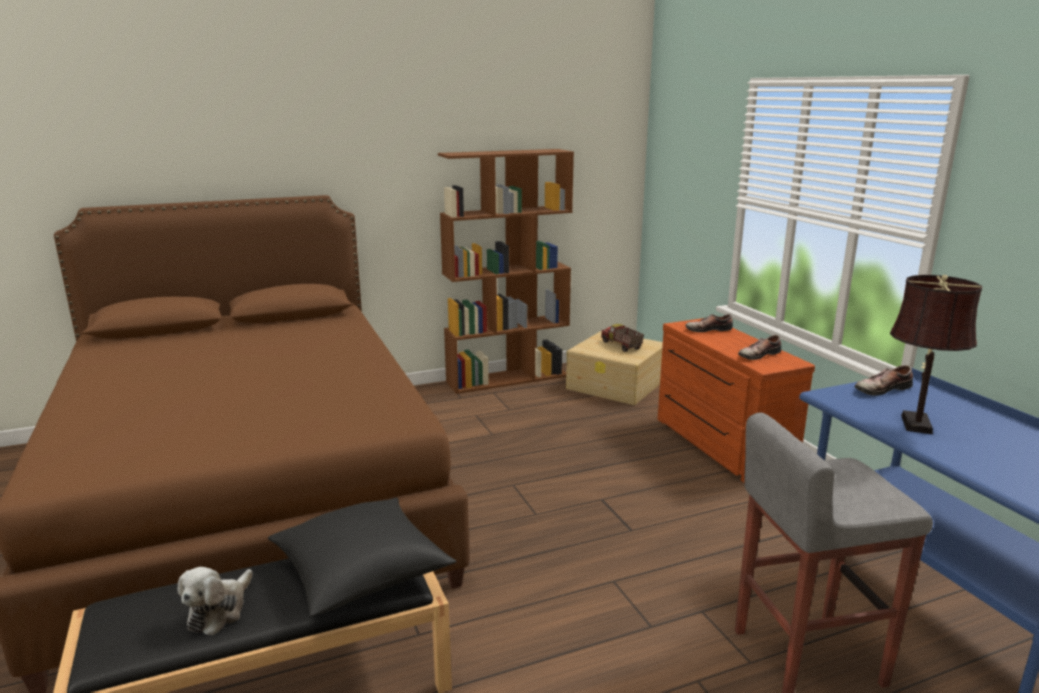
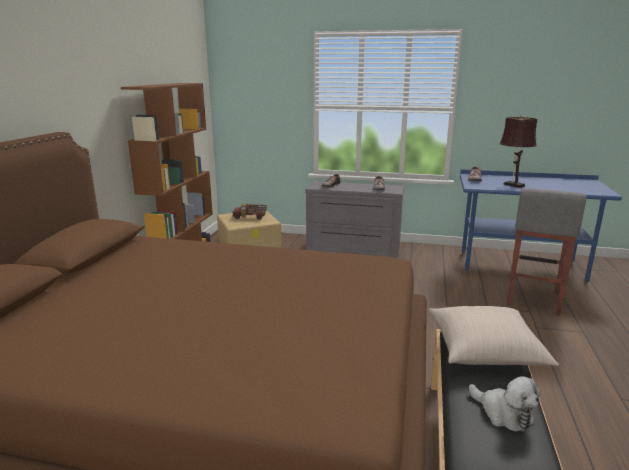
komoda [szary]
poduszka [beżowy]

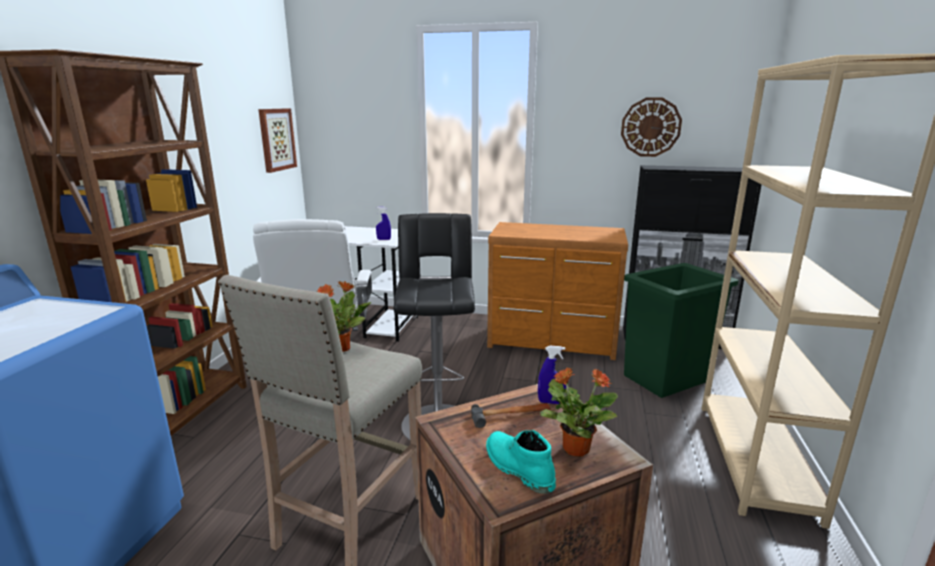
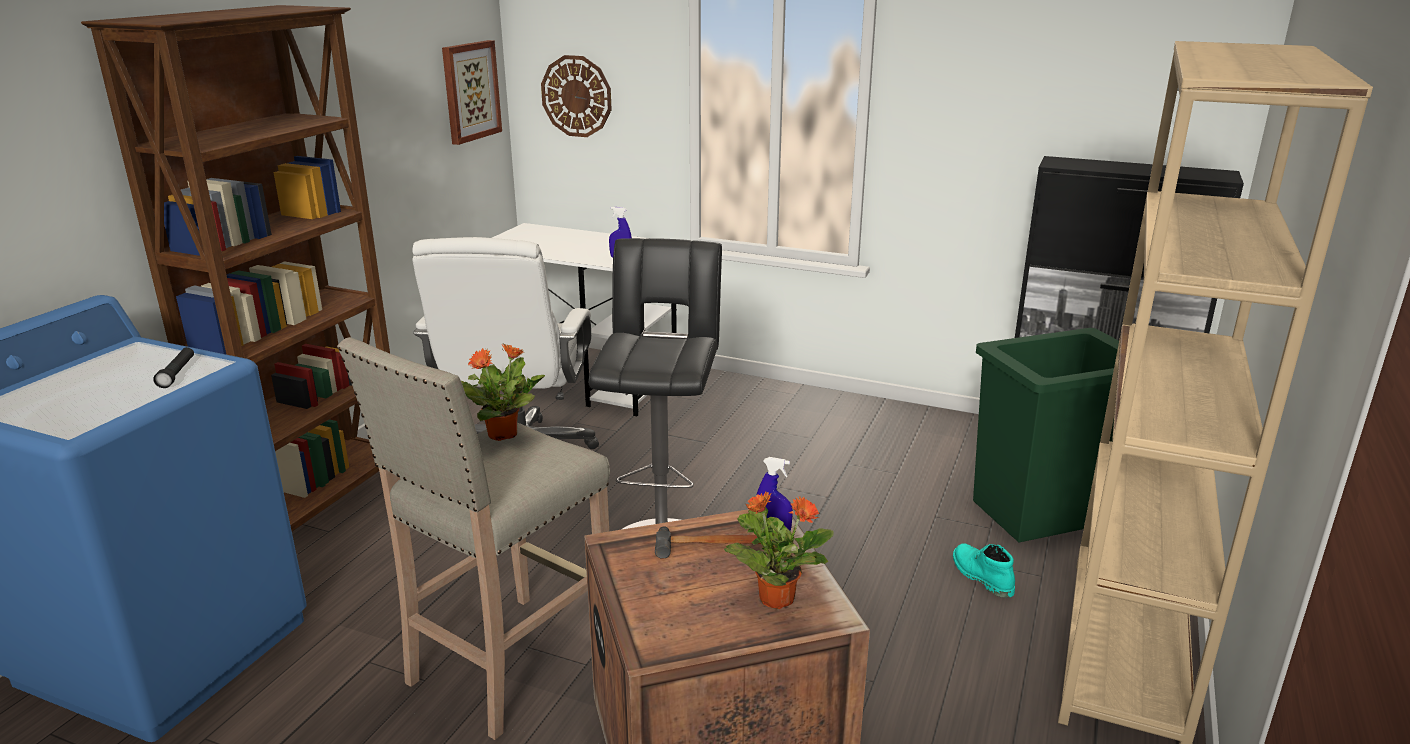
zegar ścienny
komoda [brązowy]
but z cholewką [turkusowy]
latarka [czarny]

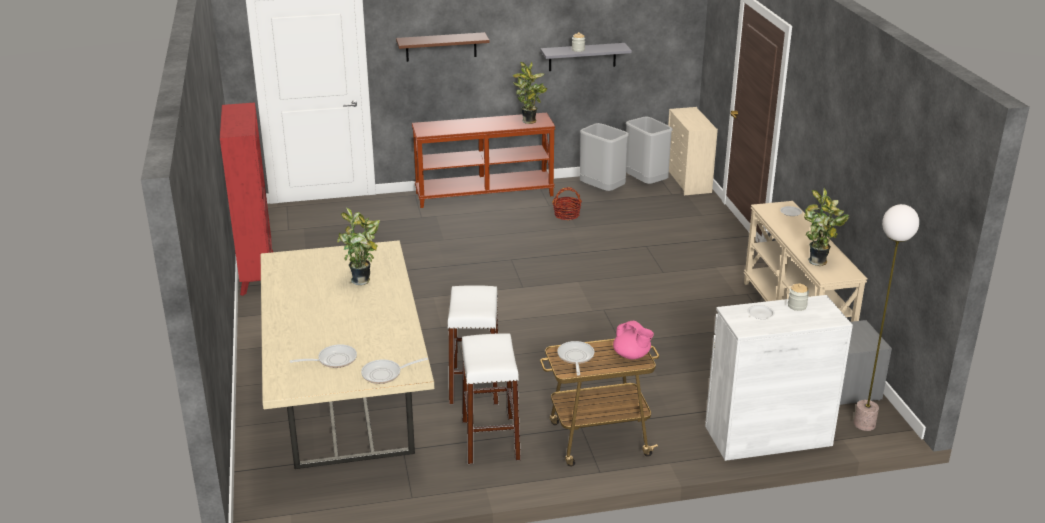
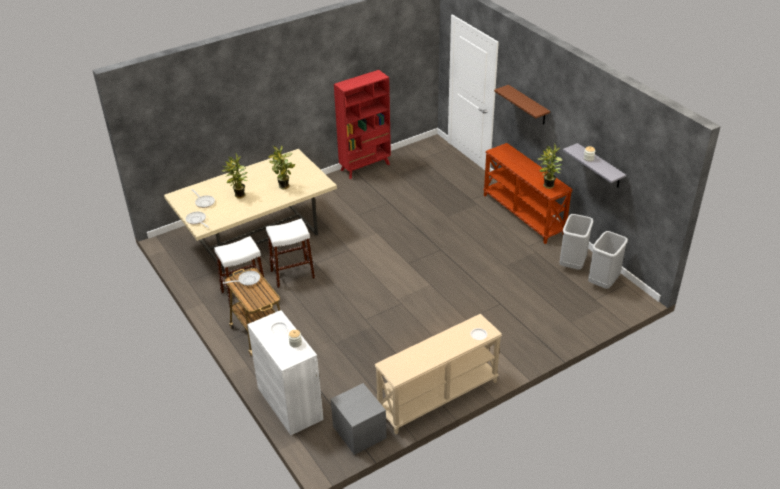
komoda [beżowy]
koszyk
roślina doniczkowa (no. 1 from left)
lampa stojąca
imbryk [różowy]

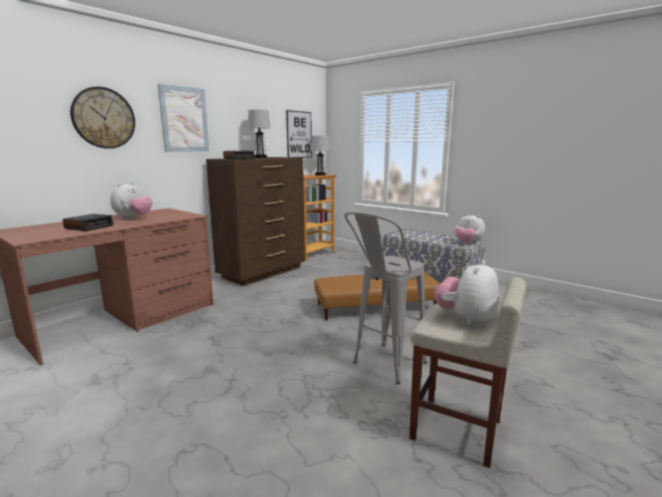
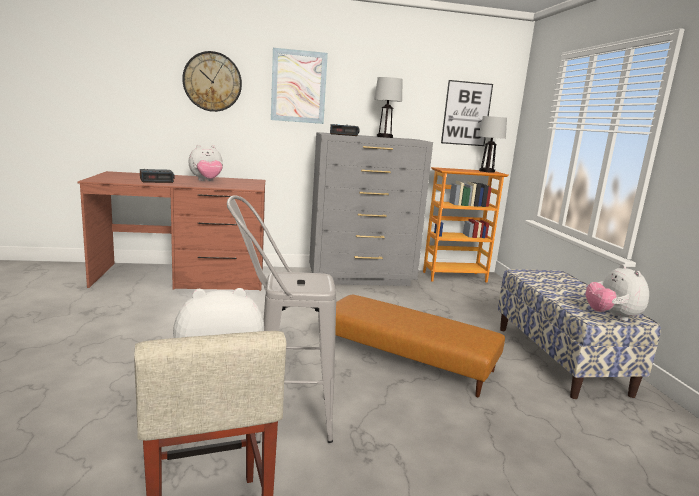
komoda [szary]

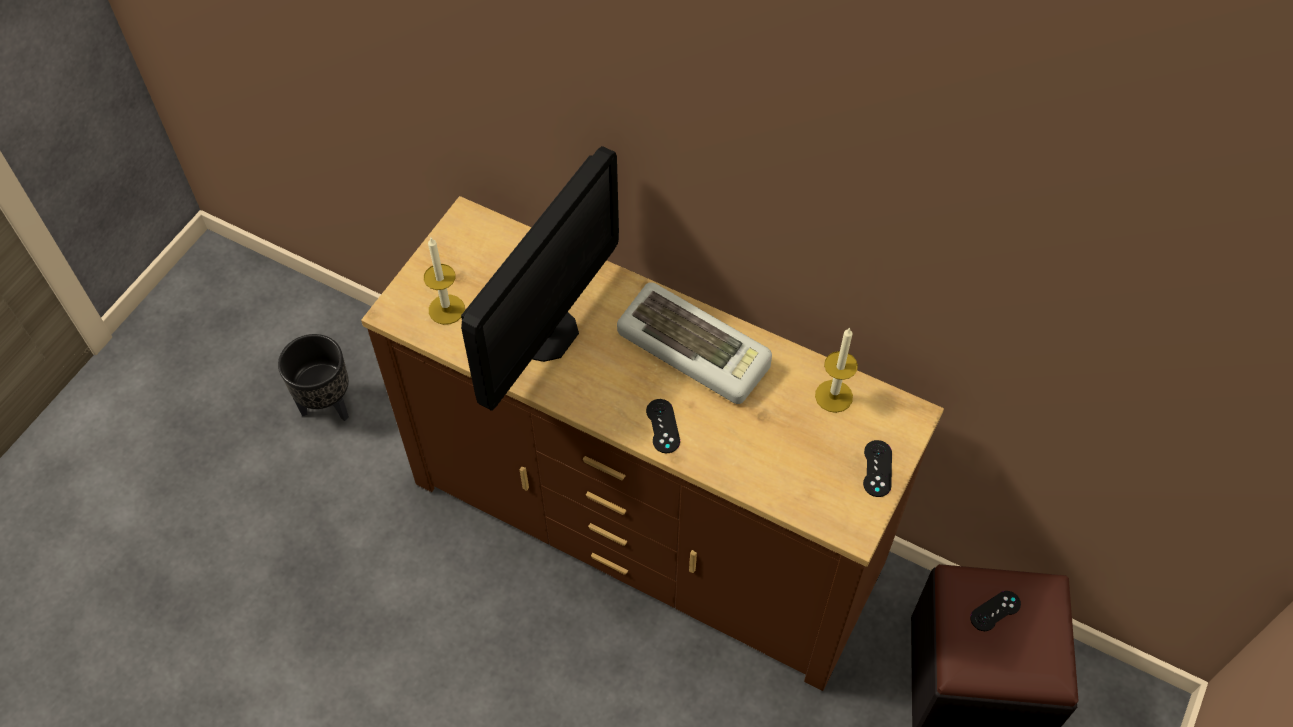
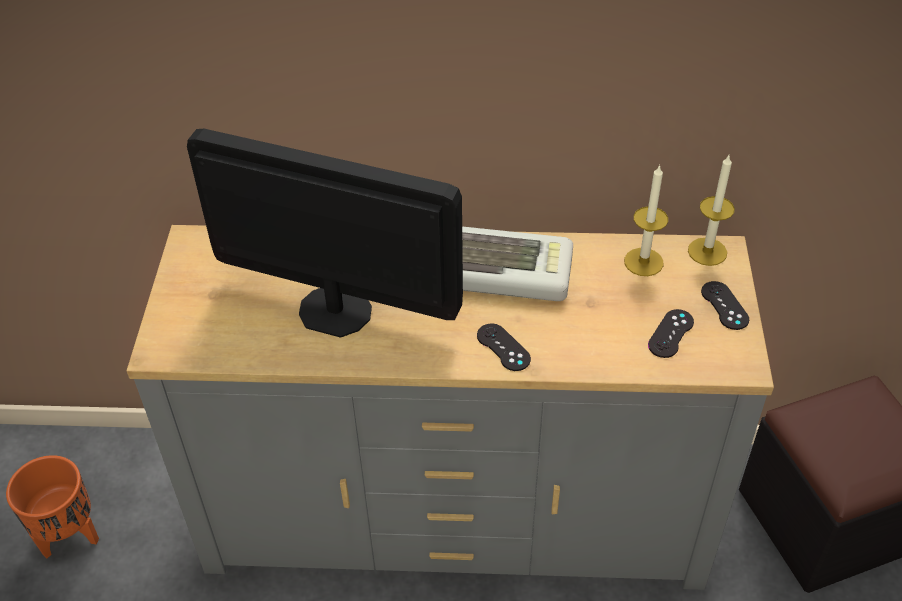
monitor
komoda [szary]
świeca (no. 2 from left)
donica [pomarańczowy]
pad do gier [czarny] (no. 2 from left)

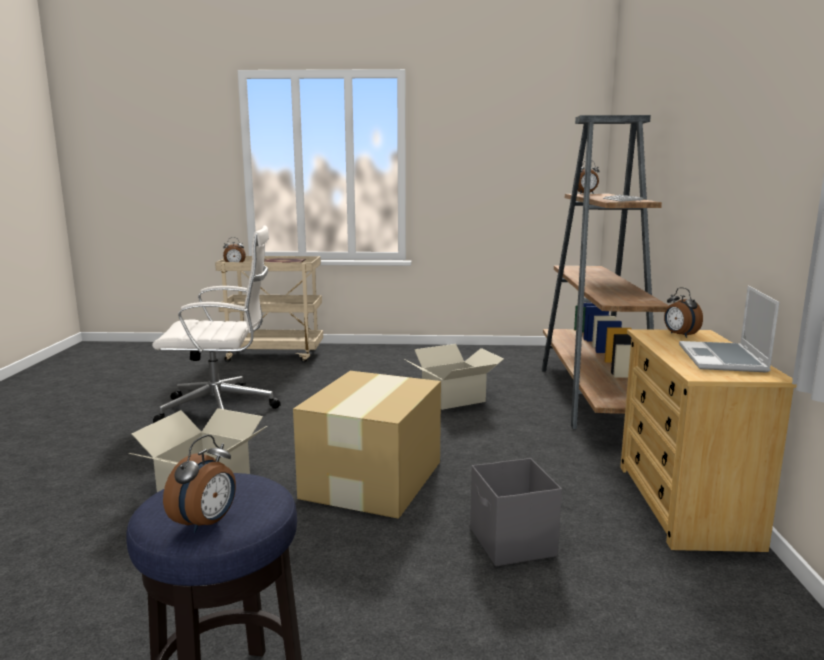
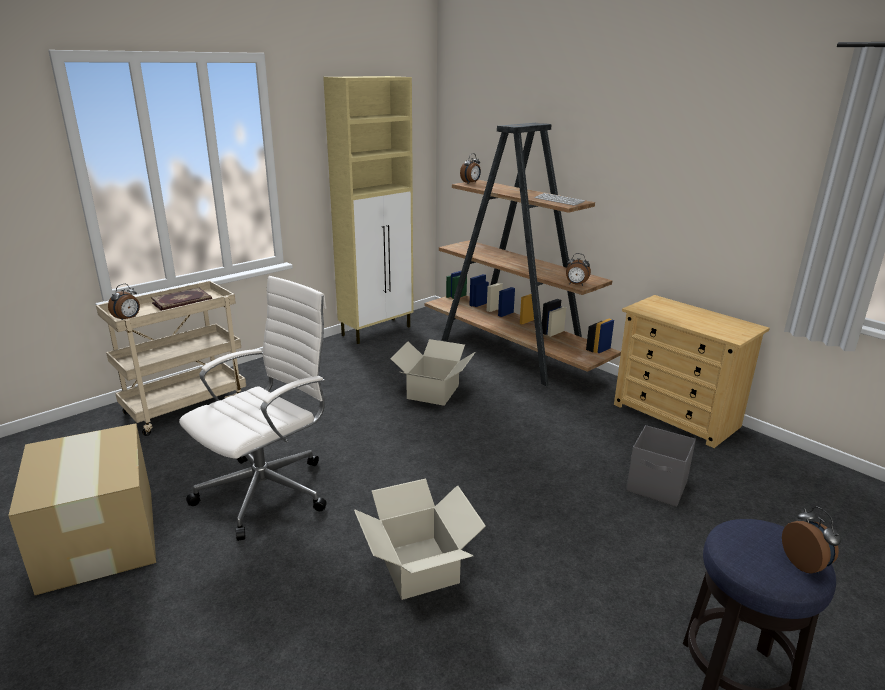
laptop
budzik (no. 3 from left)
karton (no. 1 from left)
szafka [beżowy]

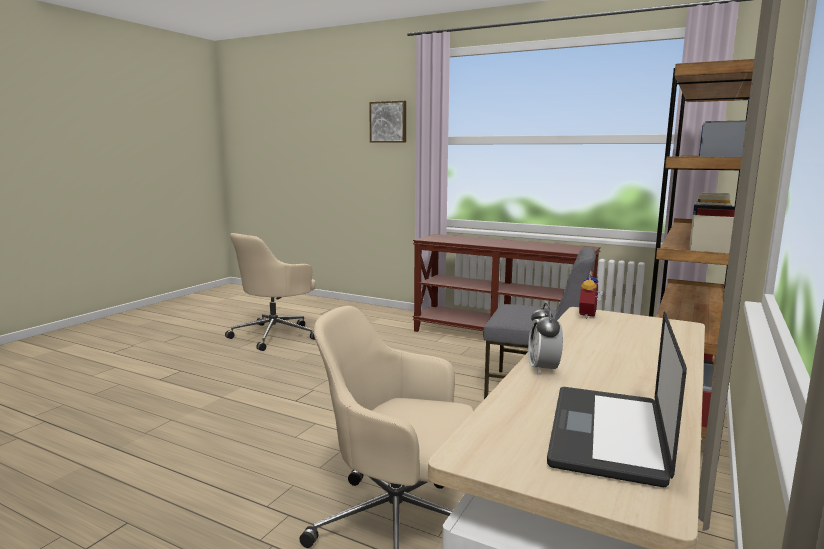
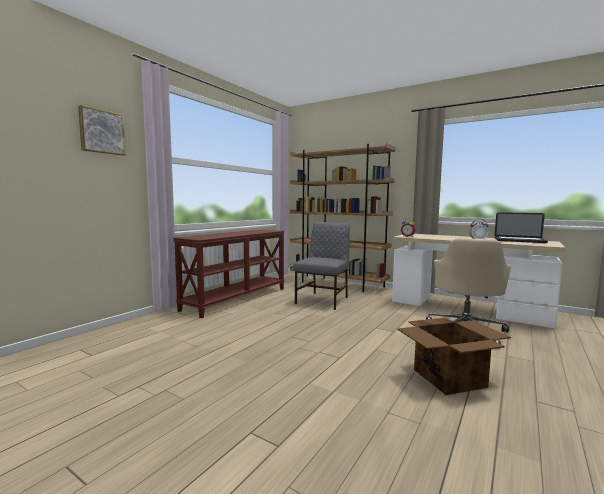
krzesło biurowe [beżowy] (no. 1 from left in the first image)
karton

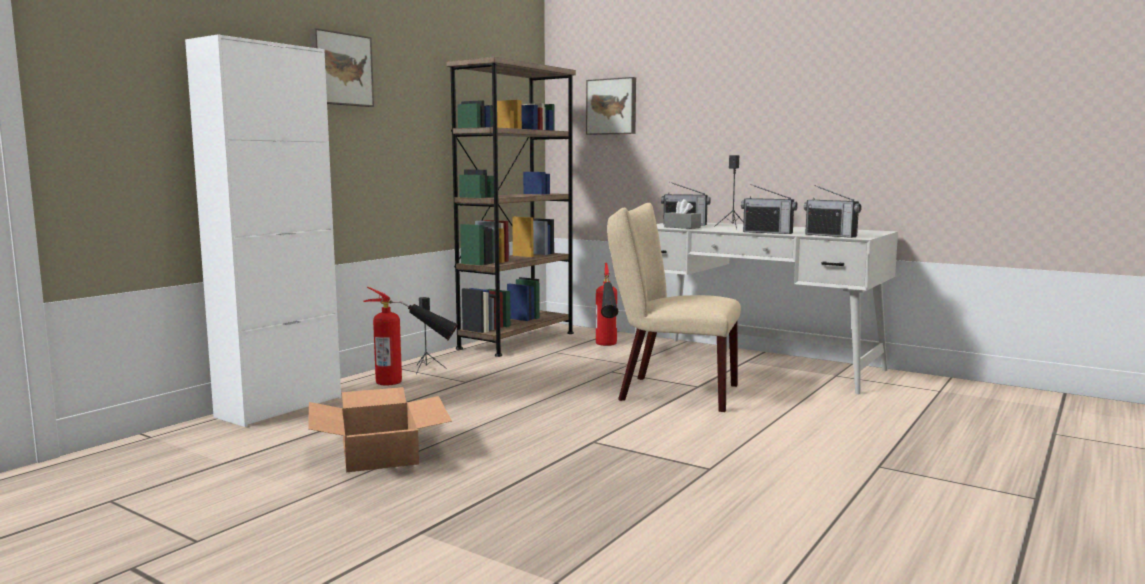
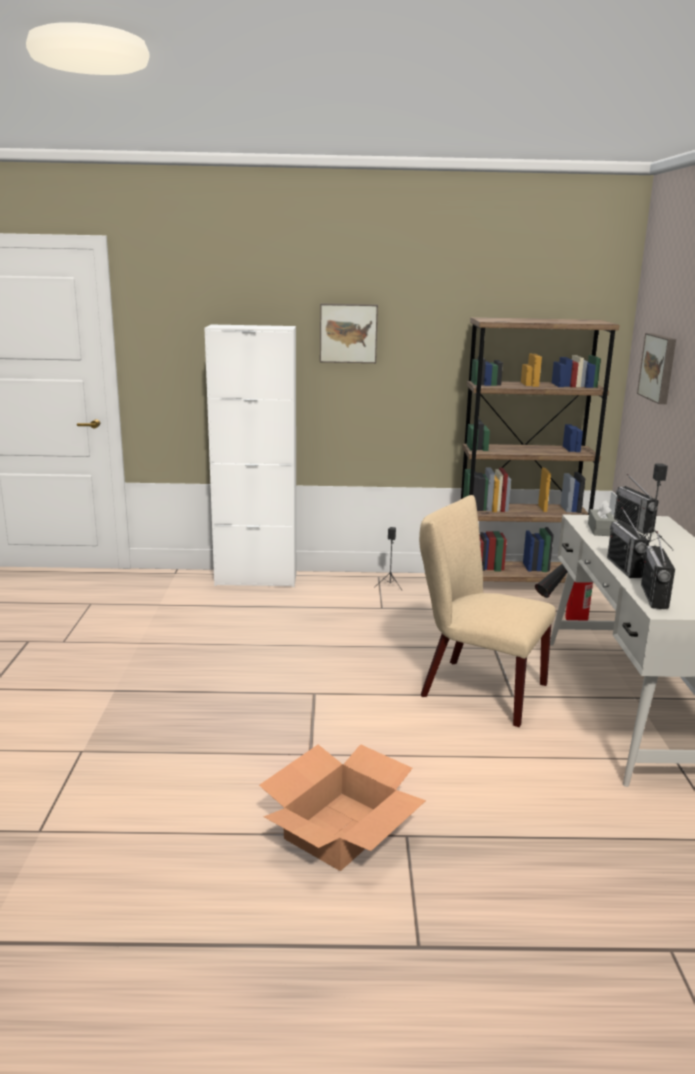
krzesło [beżowy]
gaśnica (no. 1 from left in the first image)
karton

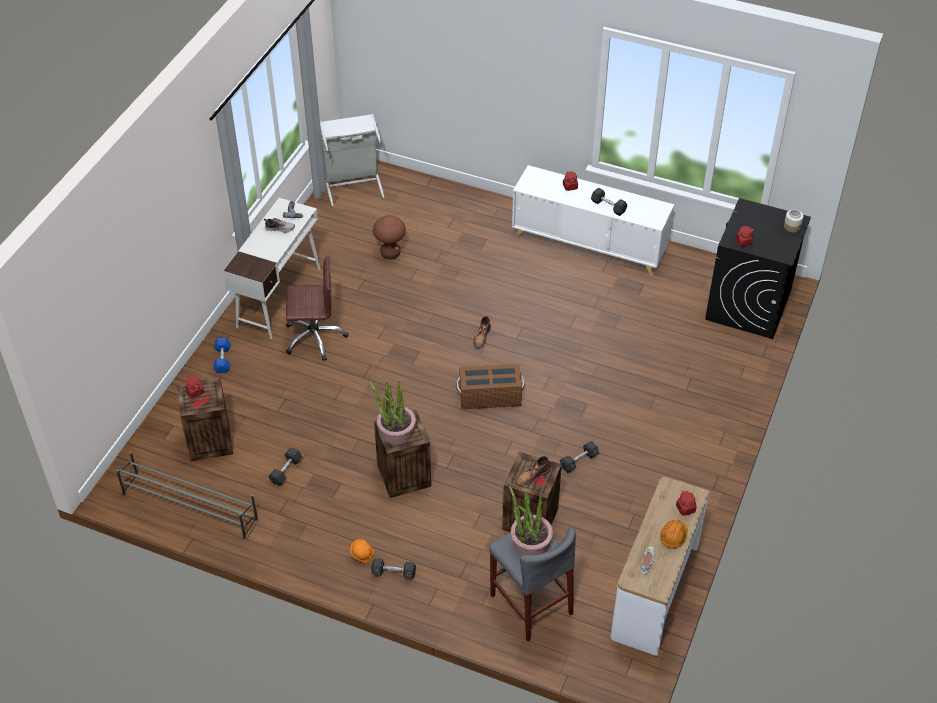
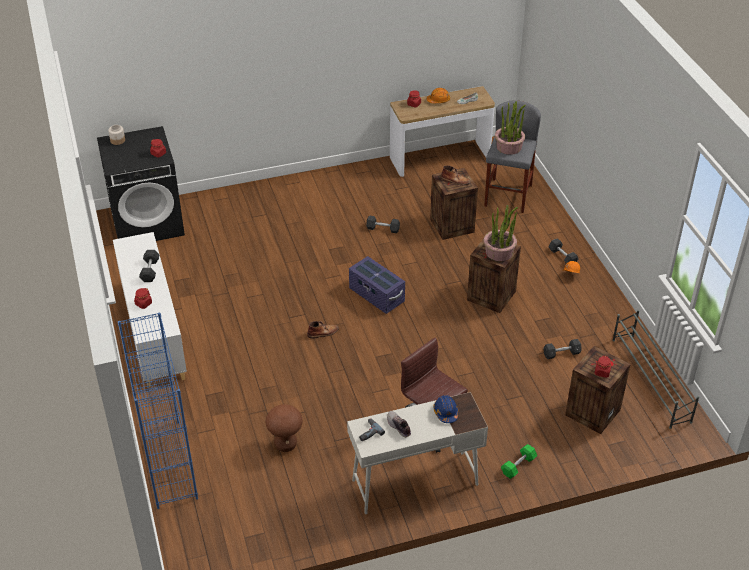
kosz na pranie [szary]
hantel [zielony]
pojemnik do przechowywania [fioletowy]
regał [niebieski]
kask [niebieski]

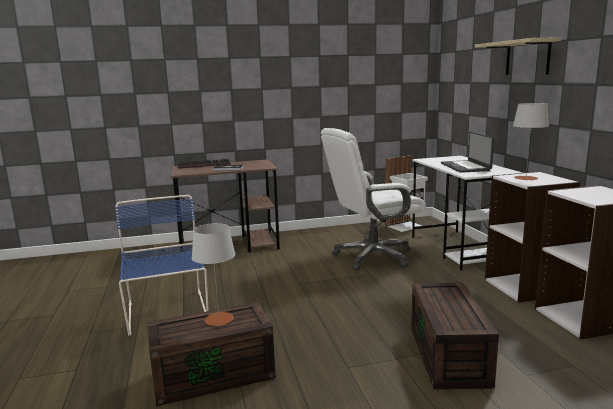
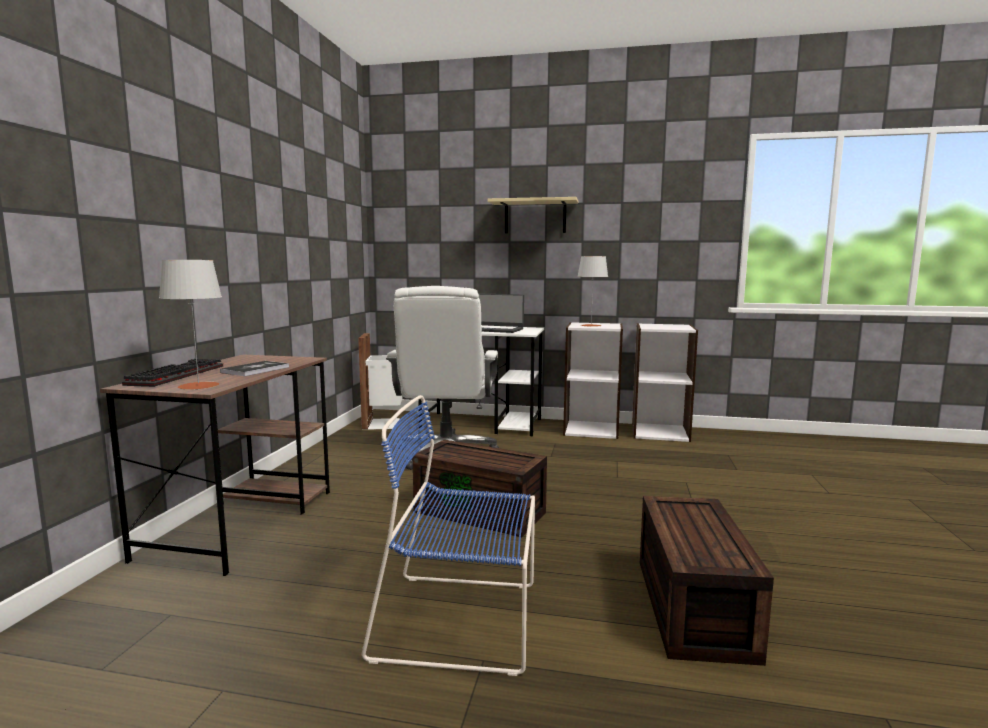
lampa stołowa [szary] (no. 1 from left)
pojemnik do przechowywania [brązowy] (no. 1 from left)

